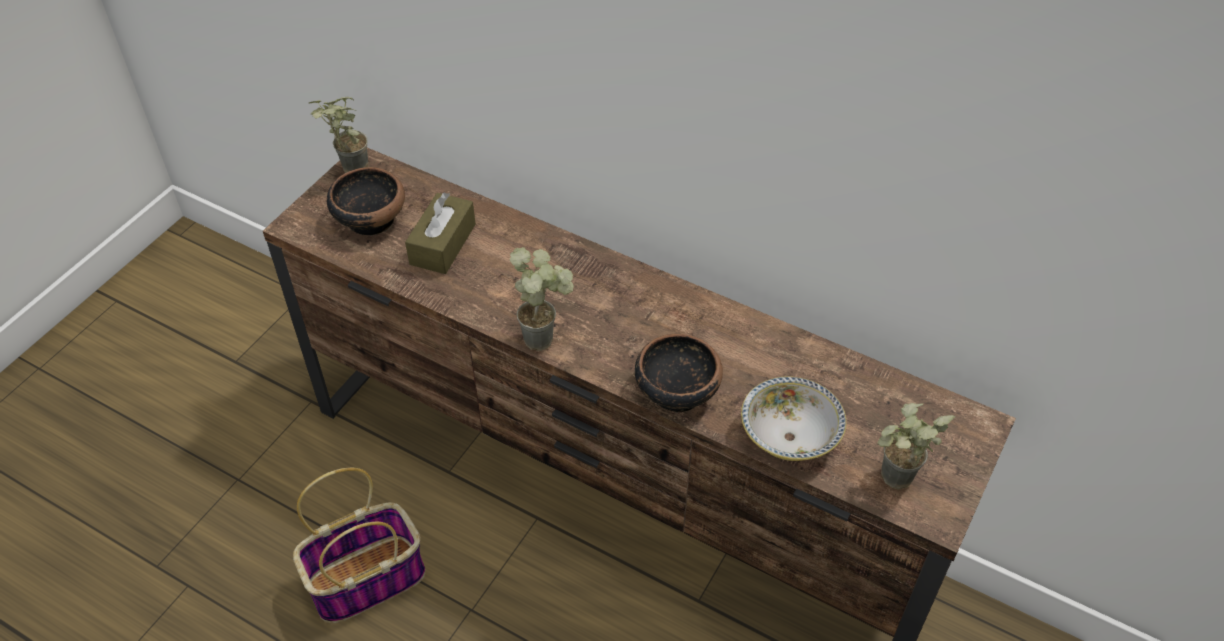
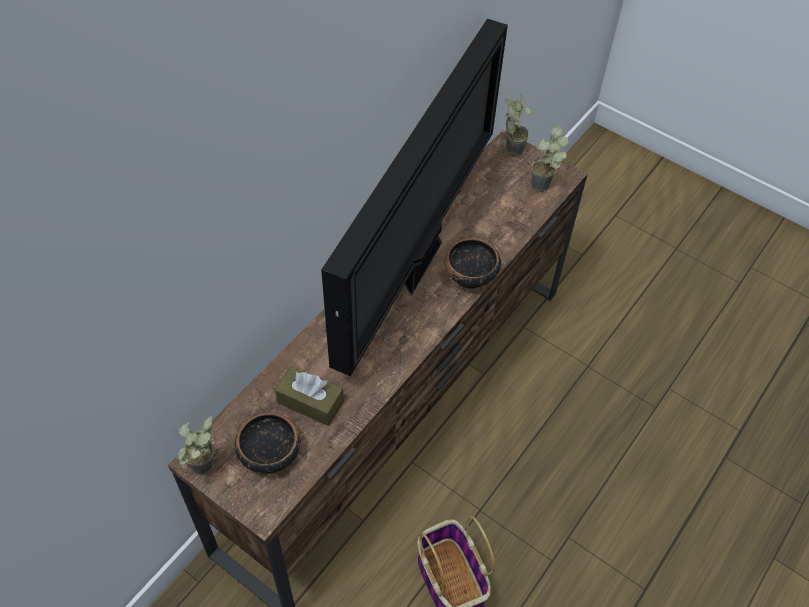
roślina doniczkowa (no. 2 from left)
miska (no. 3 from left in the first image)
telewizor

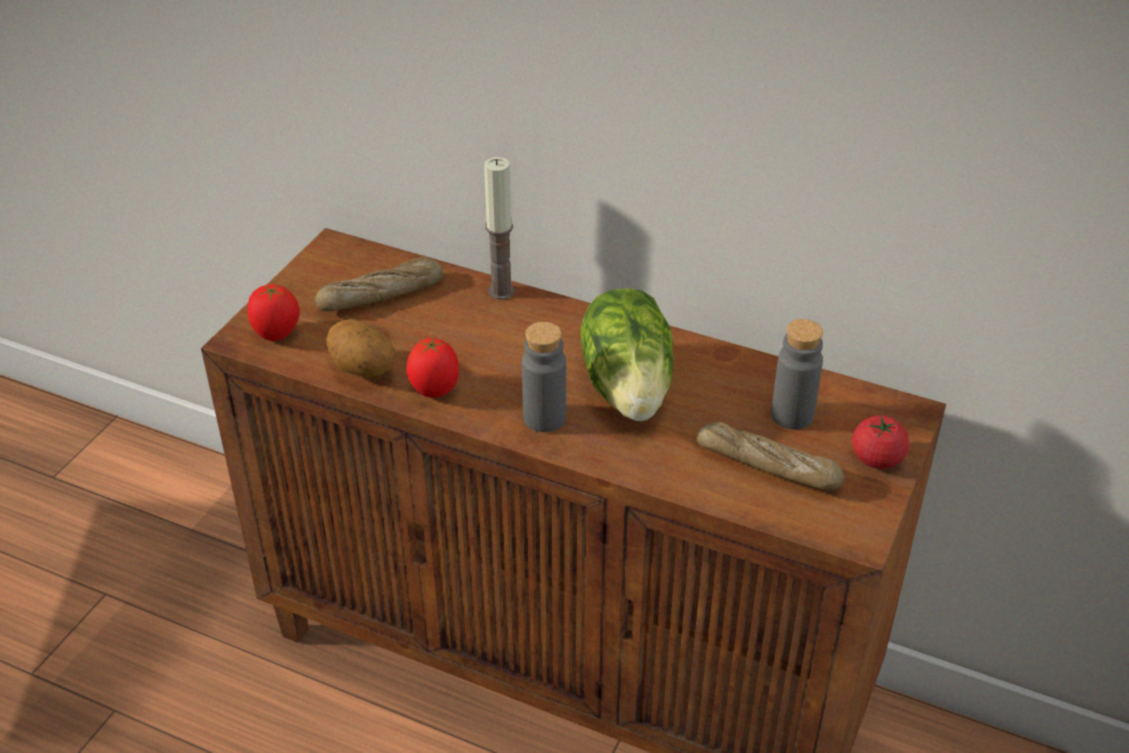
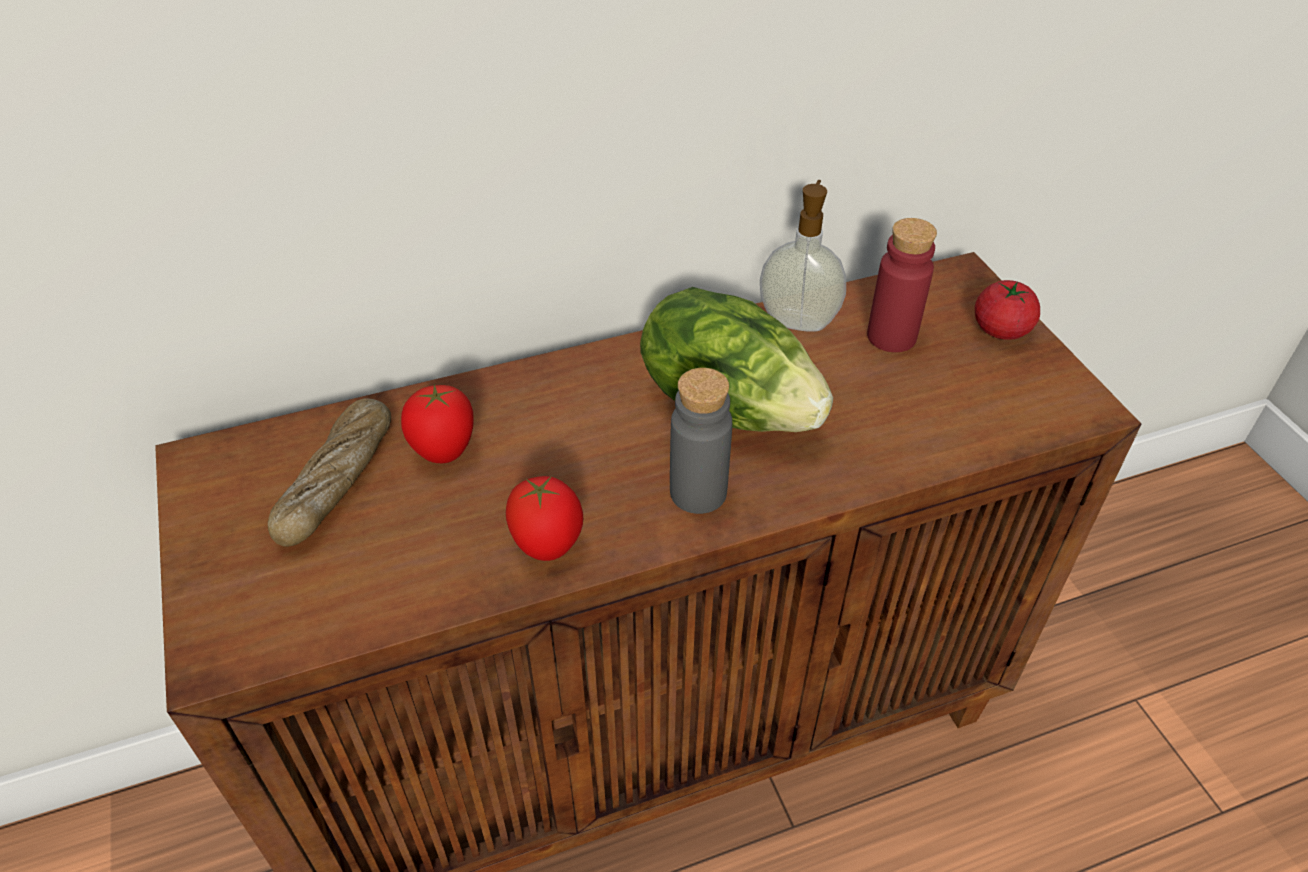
świeca
pomidor (no. 1 from left)
ziemniak
butelka [czerwony]
chleb (no. 2 from left in the first image)
dozownik mydła

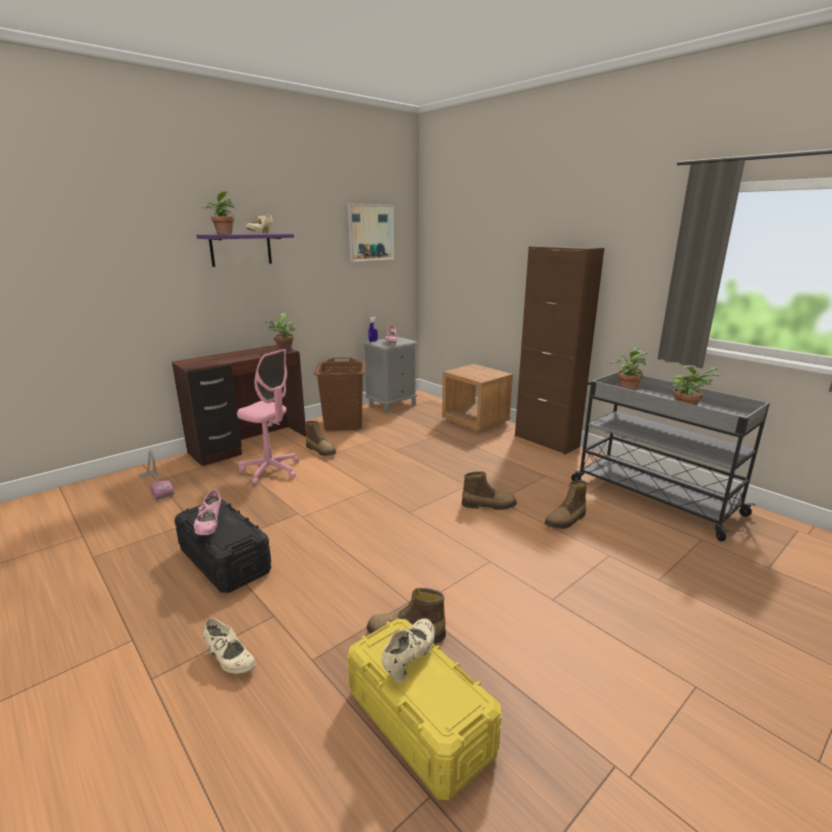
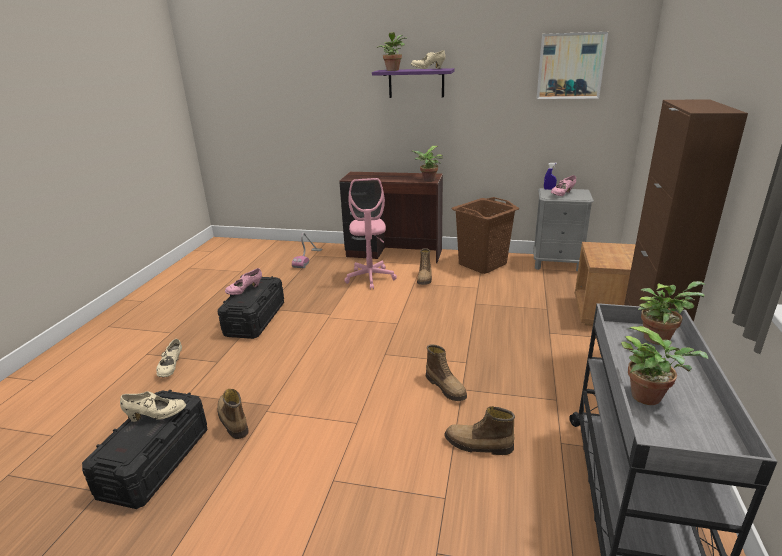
pojemnik do przechowywania [czarny] (no. 1 from left)

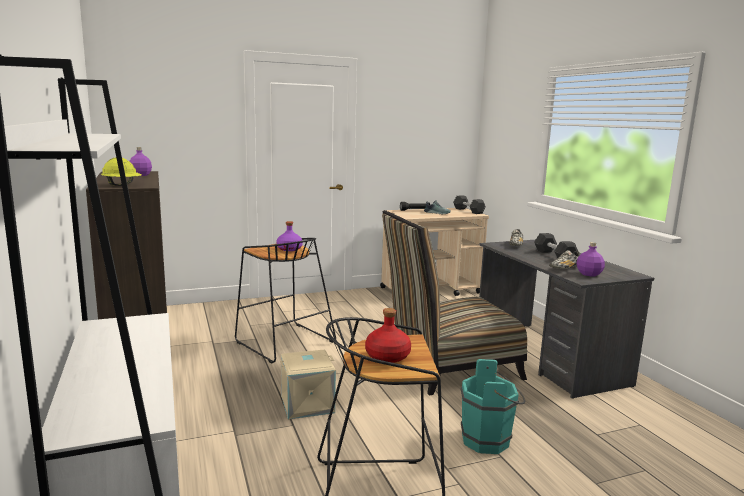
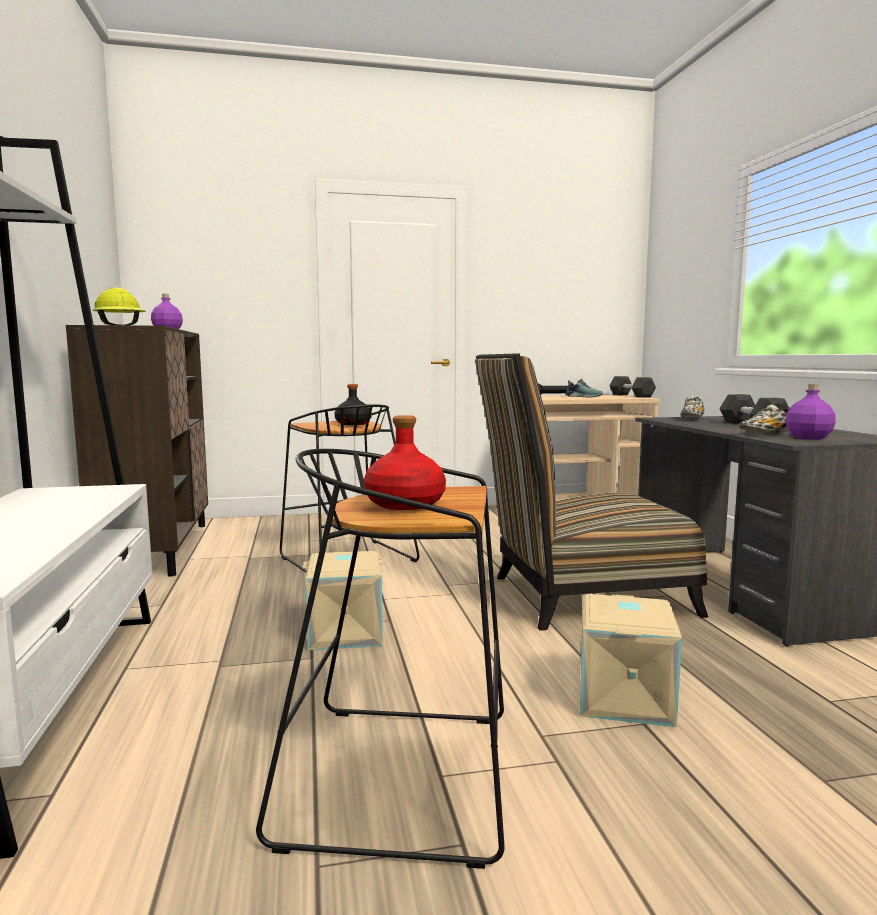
butelka [czarny]
pojemnik do przechowywania [beżowy] (no. 2 from left)

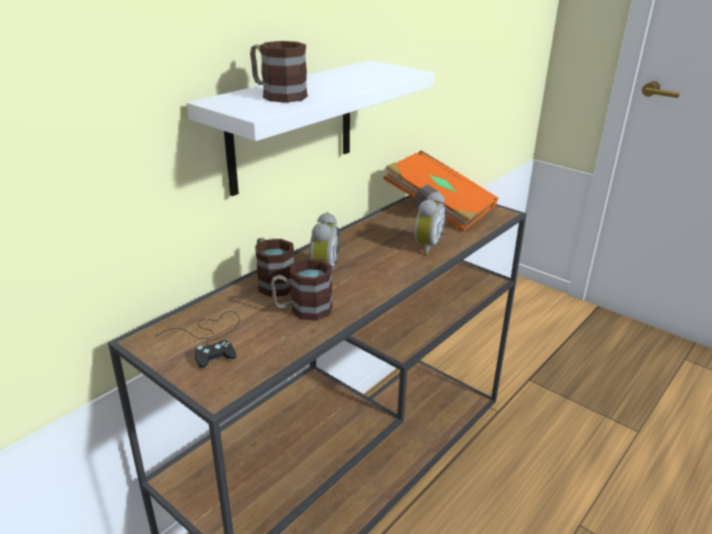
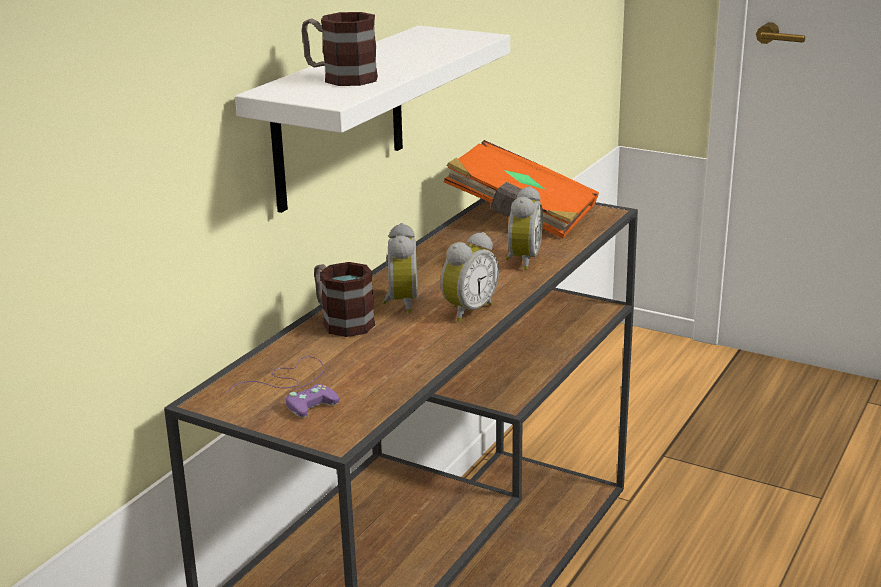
kubek (no. 3 from left in the first image)
pad do gier [fioletowy]
budzik (no. 2 from left)

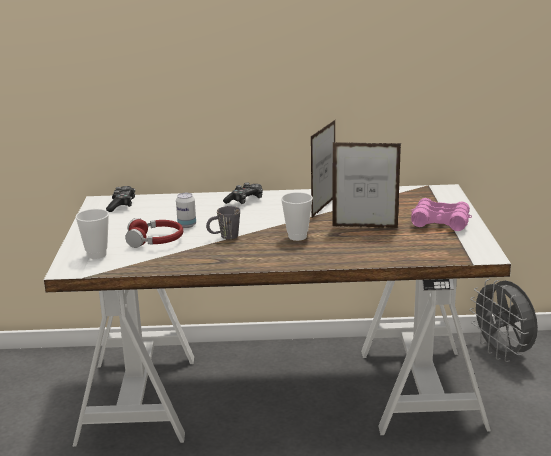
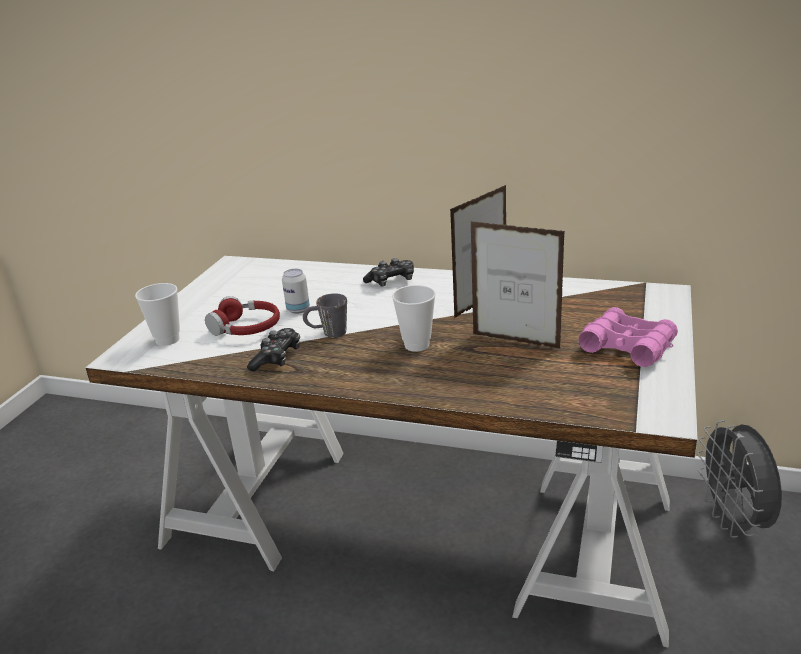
pad do gier (no. 1 from left)

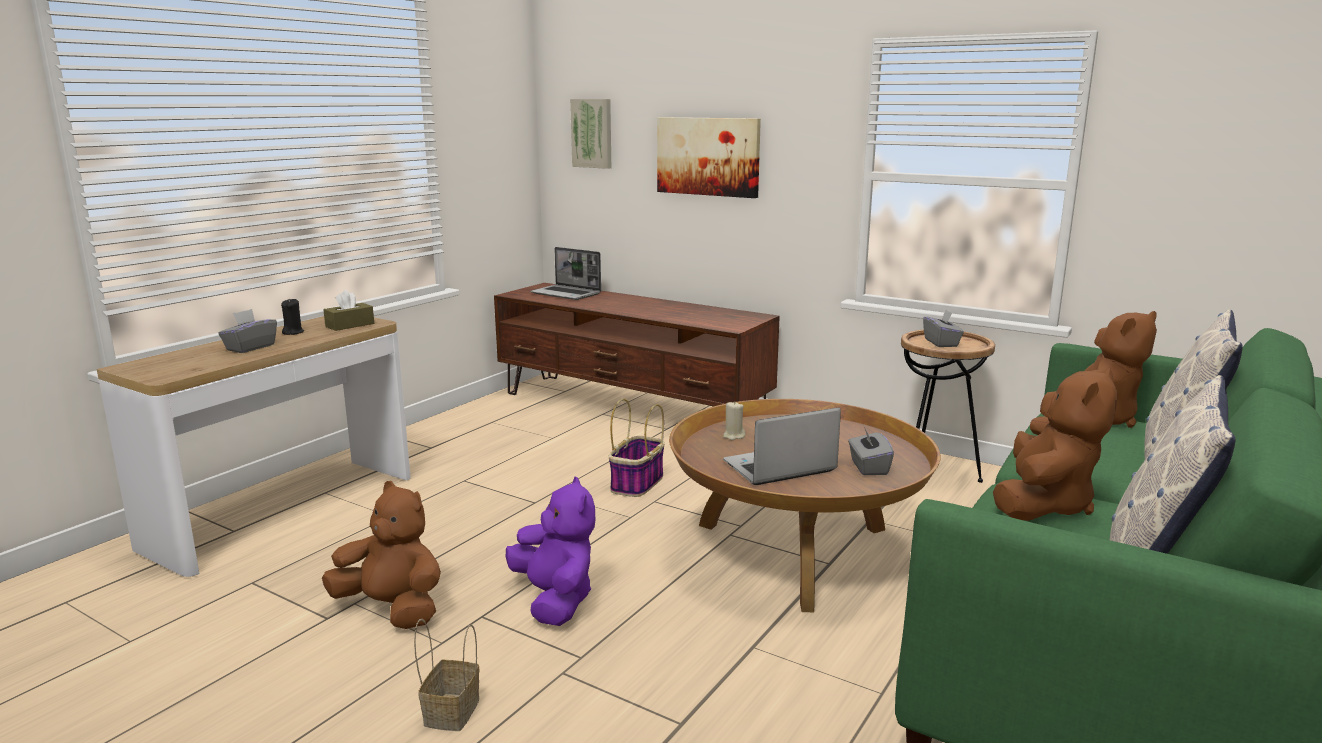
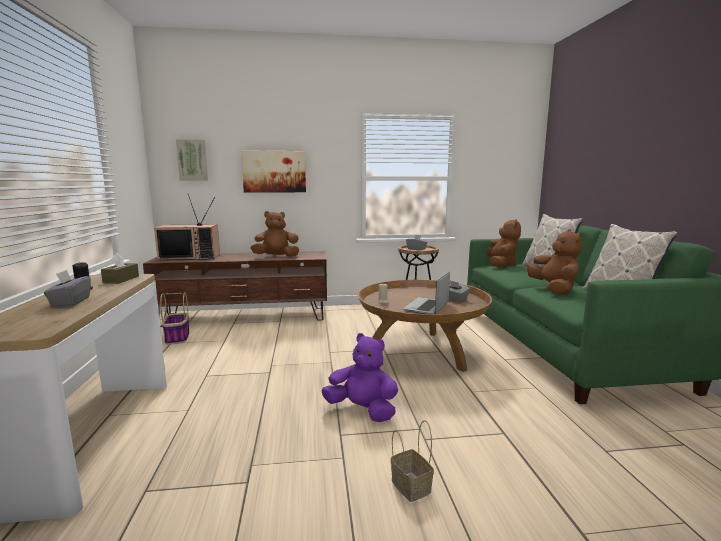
telewizor
koszyk (no. 1 from left)
pluszak [brązowy] (no. 1 from left)

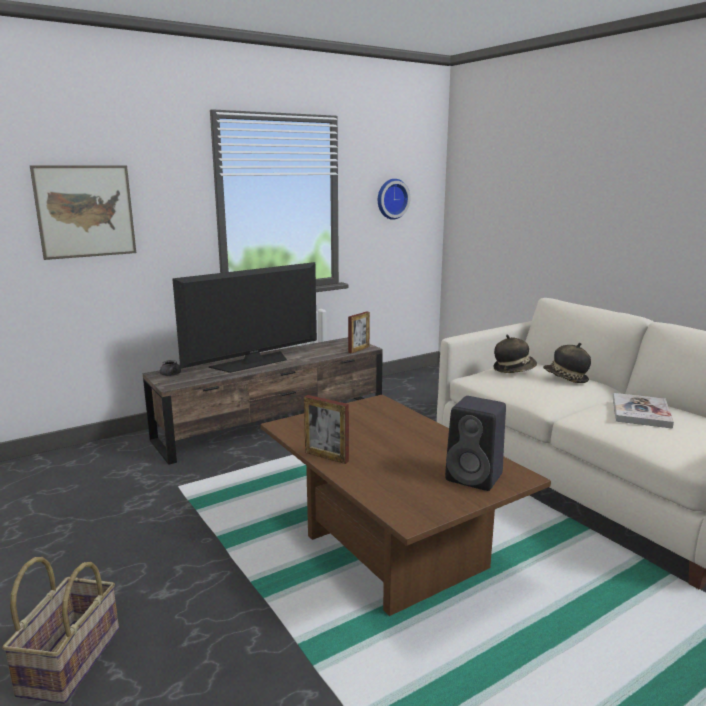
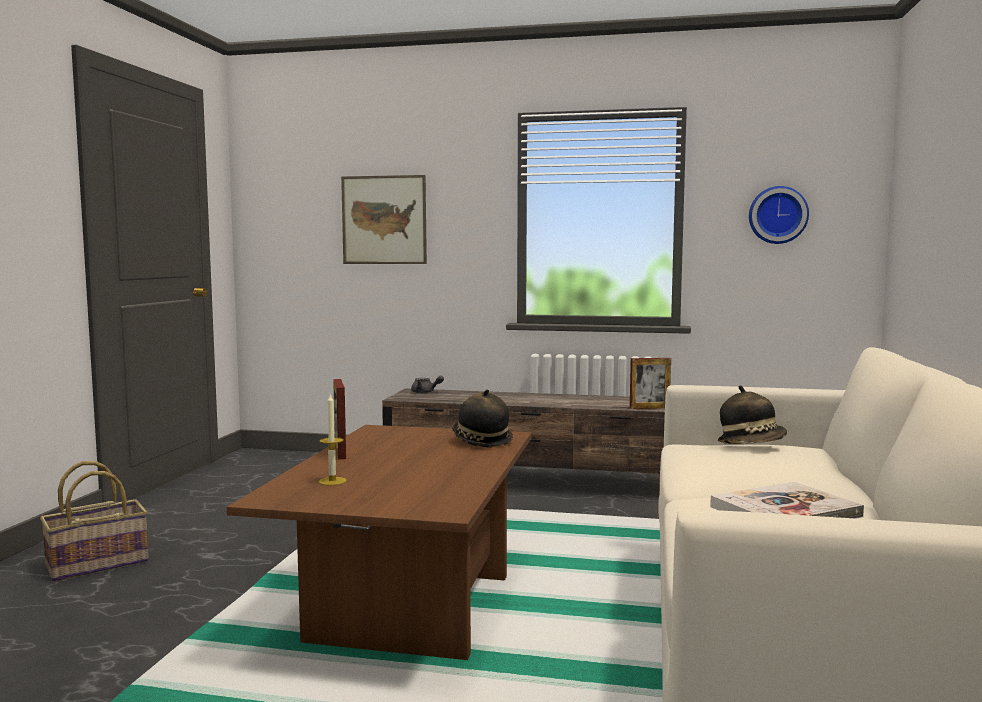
telewizor
kapelusz (no. 1 from left)
głośnik [czarny]
świeca

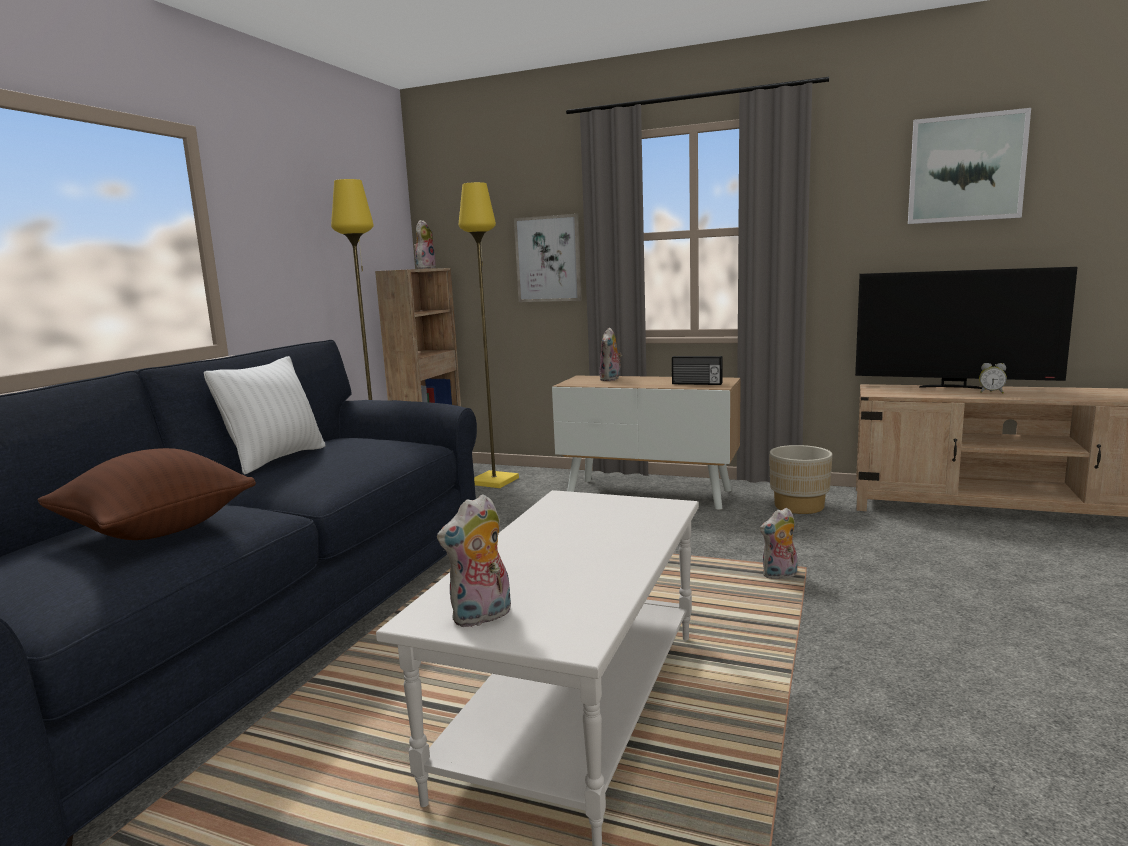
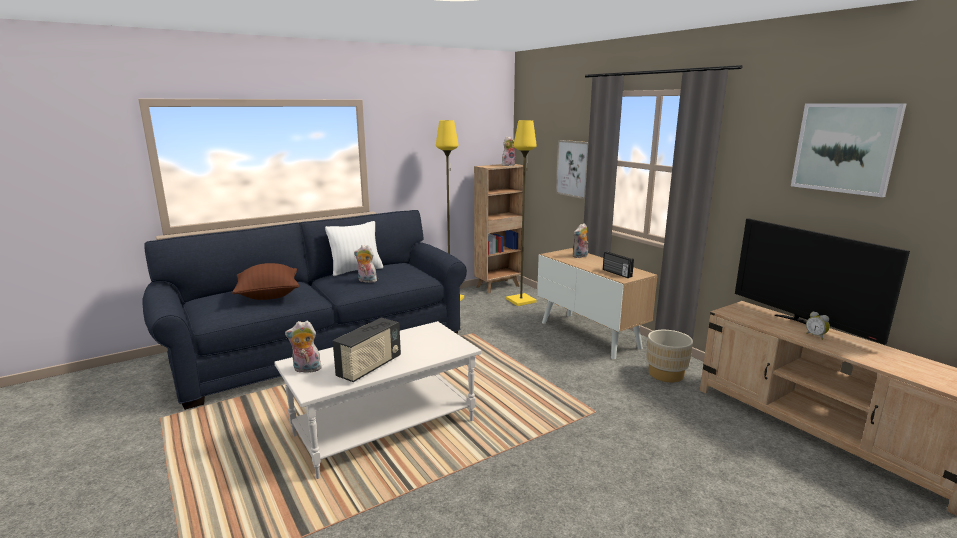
pluszak (no. 2 from left)
radio (no. 1 from left)

